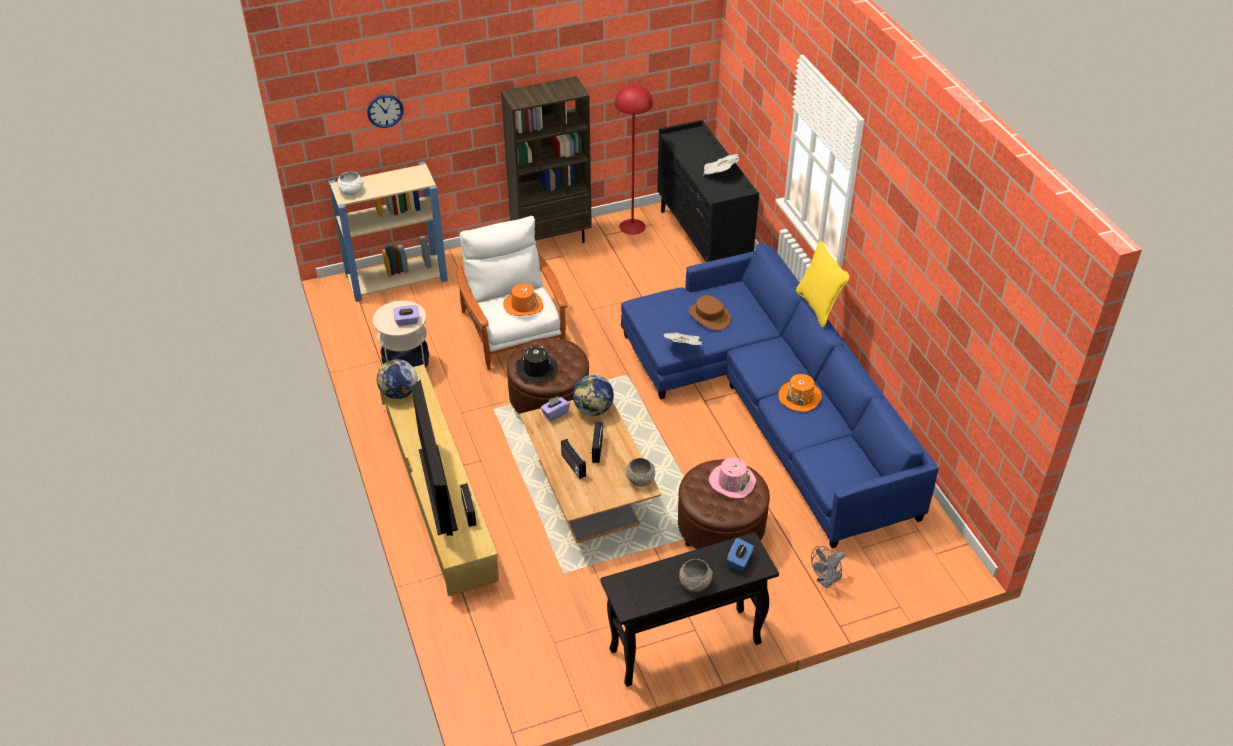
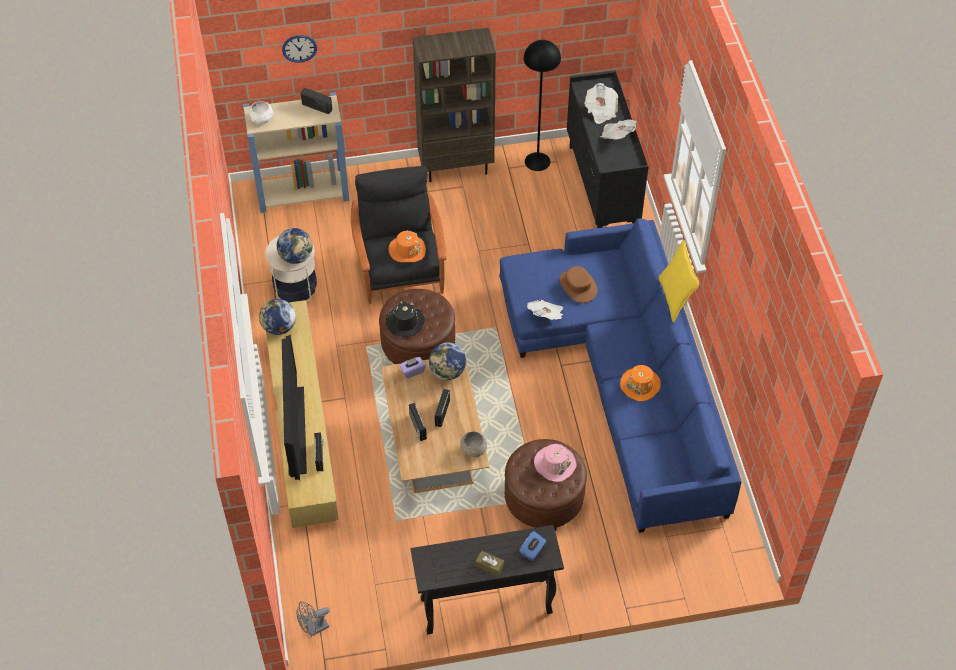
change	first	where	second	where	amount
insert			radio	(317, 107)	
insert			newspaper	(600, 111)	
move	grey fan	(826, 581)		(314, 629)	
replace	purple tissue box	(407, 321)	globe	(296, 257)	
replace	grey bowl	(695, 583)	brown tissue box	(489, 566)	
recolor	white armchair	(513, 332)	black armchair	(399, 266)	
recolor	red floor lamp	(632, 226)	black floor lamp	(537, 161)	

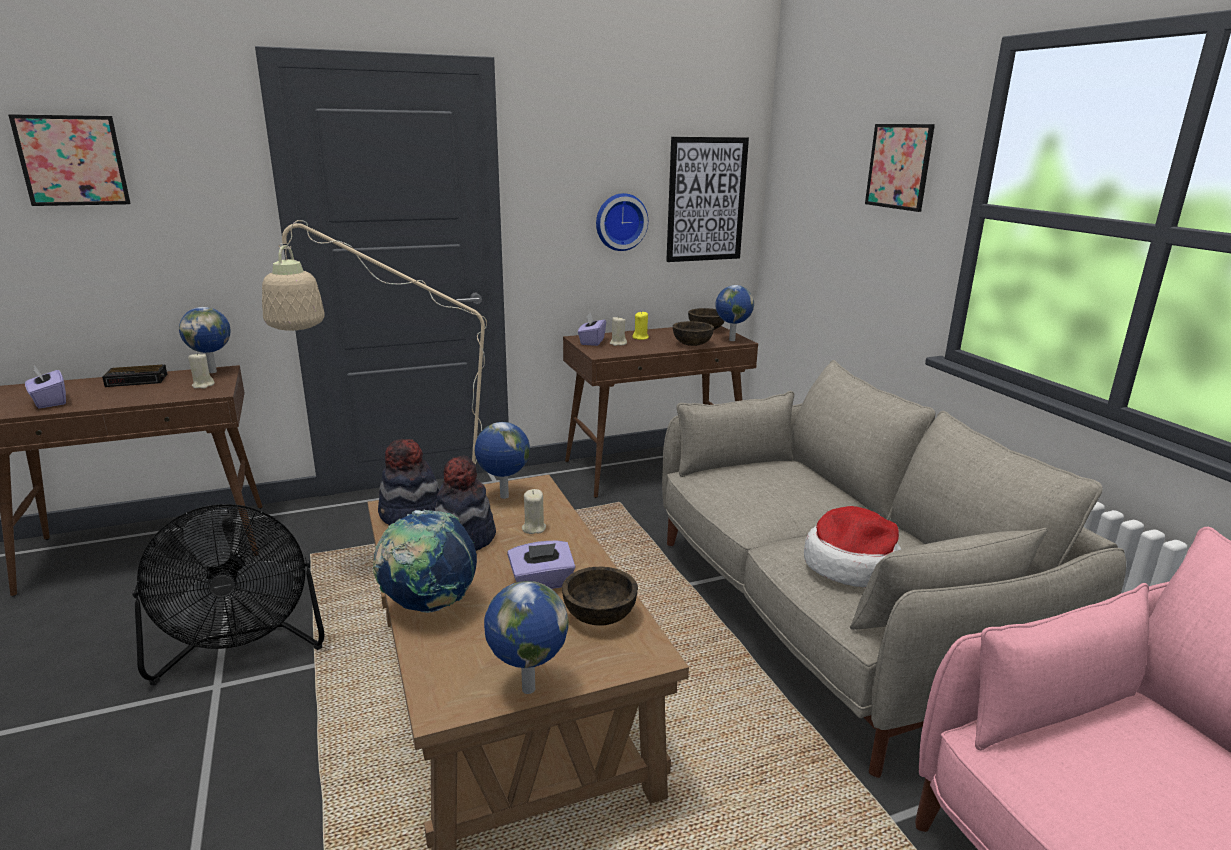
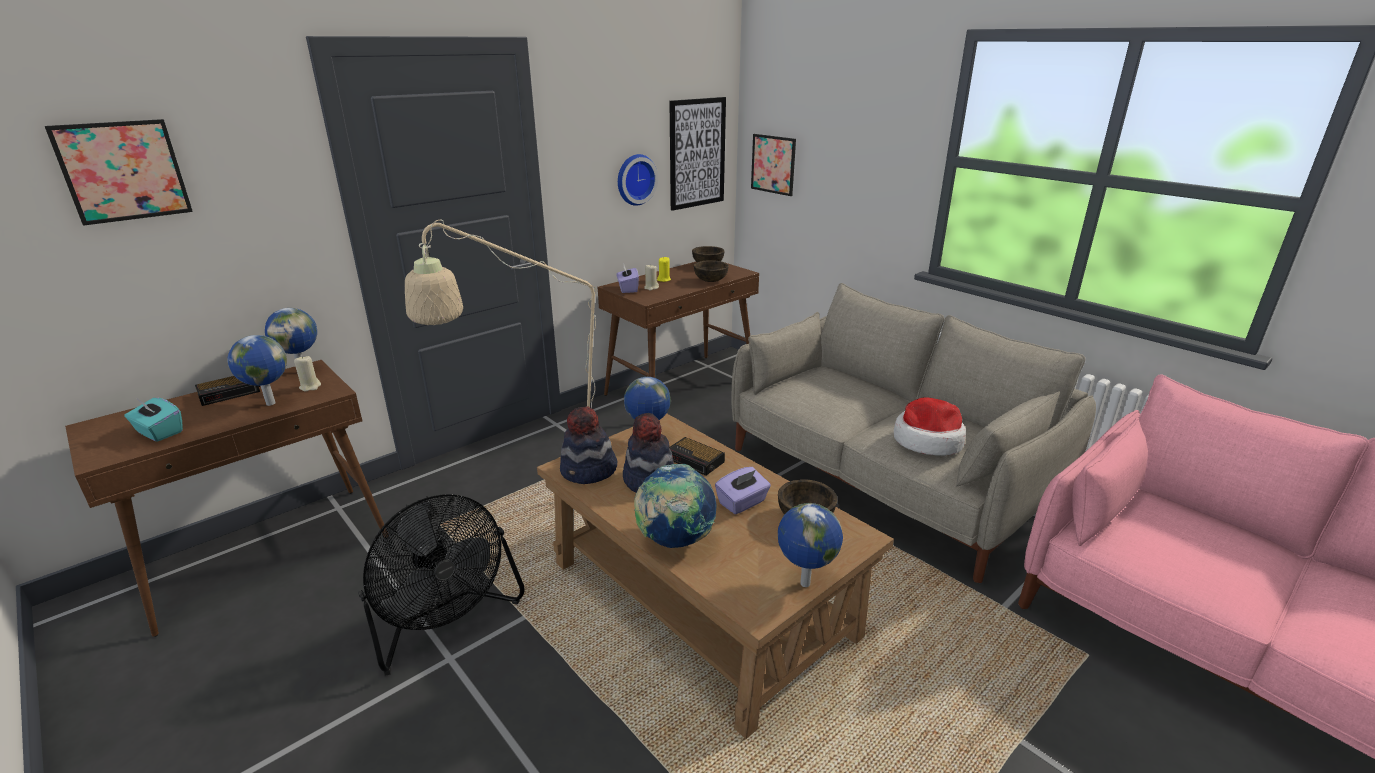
change	first	where	second	where	amount
move	globe	(731, 340)		(269, 403)	
move	picture	(899, 166)		(773, 164)	
replace	beige candle	(533, 528)	alarm clock	(696, 460)	
recolor	purple tissue box	(49, 402)	turquoise tissue box	(159, 432)	

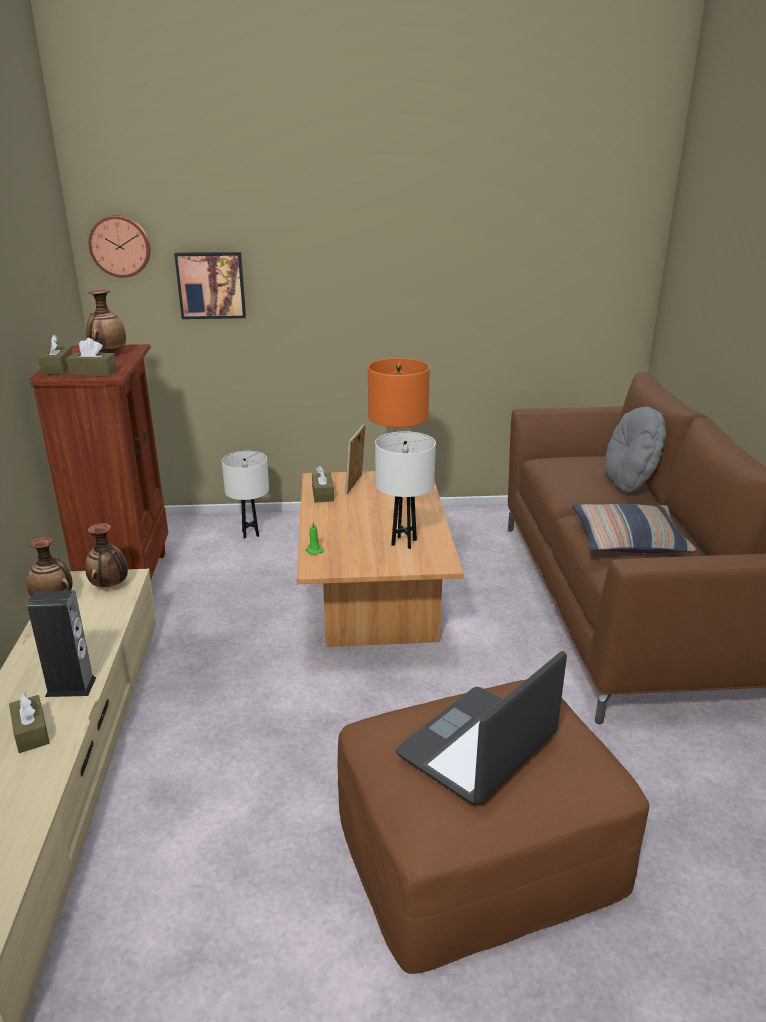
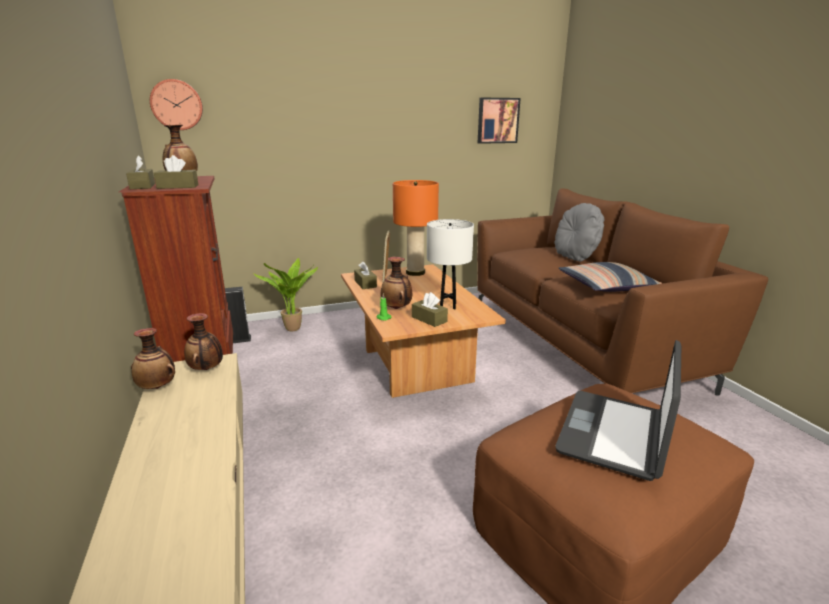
change	first	where	second	where	amount
insert			vase	(397, 308)	
move	brown tissue box	(31, 732)		(429, 319)	
move	speaker	(71, 687)		(239, 339)	
move	picture	(211, 285)		(497, 120)	
replace	white table lamp	(250, 534)	potted plant	(294, 330)	

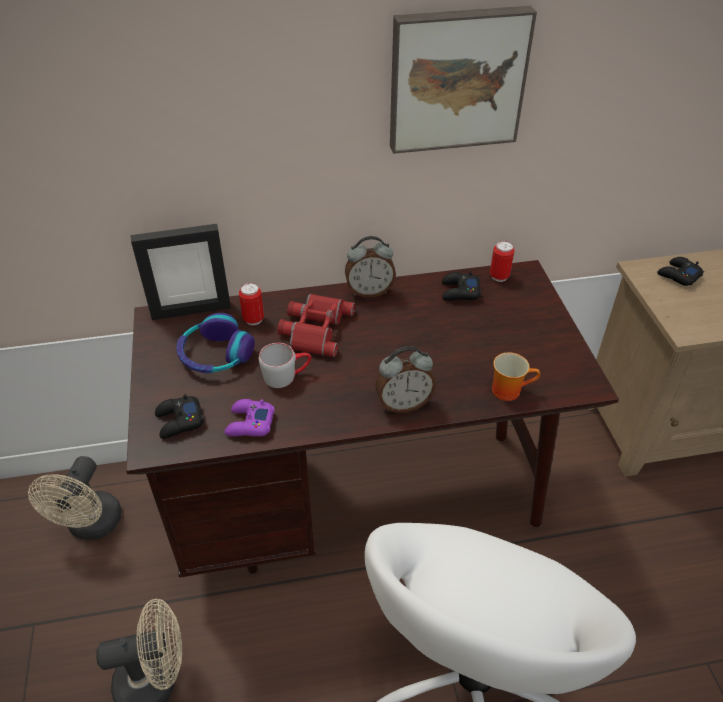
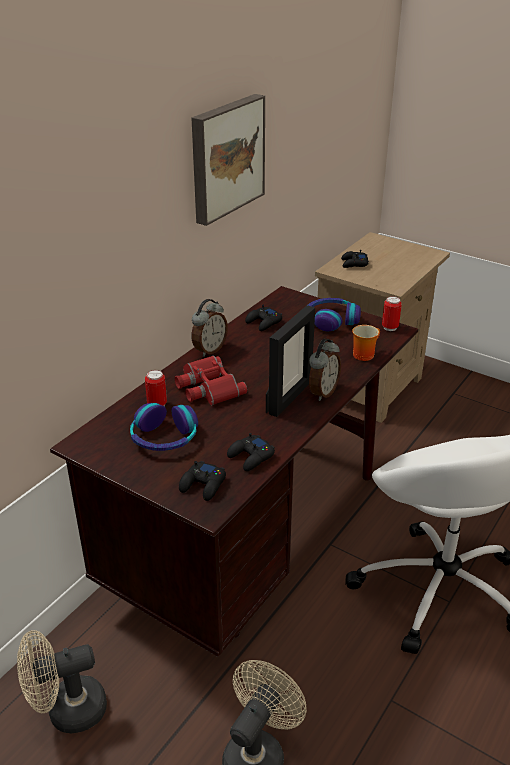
change	first	where	second	where	amount
delete	grey mug	(286, 375)			
insert			headphones	(331, 320)	
move	picture frame	(191, 309)		(289, 397)	
move	can	(499, 276)		(390, 327)	
recolor	purple game controller	(249, 423)	black game controller	(251, 457)	
rotate	beige fan	(91, 526)		(67, 711)	105 degrees clockwise

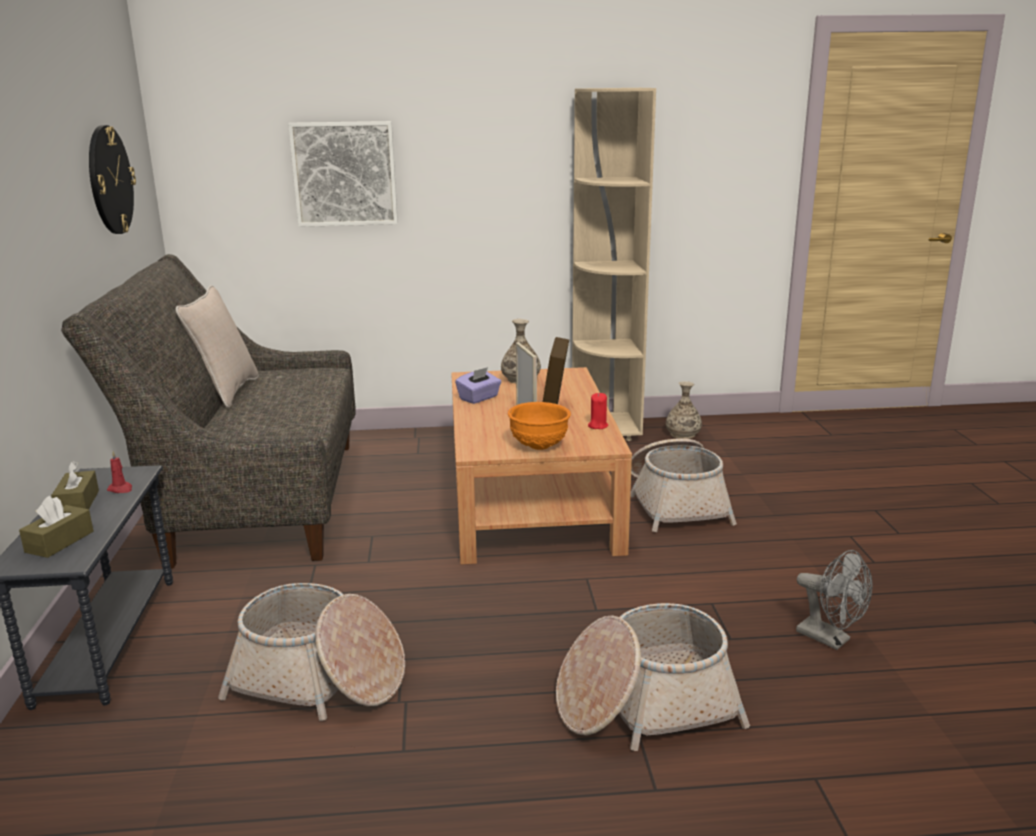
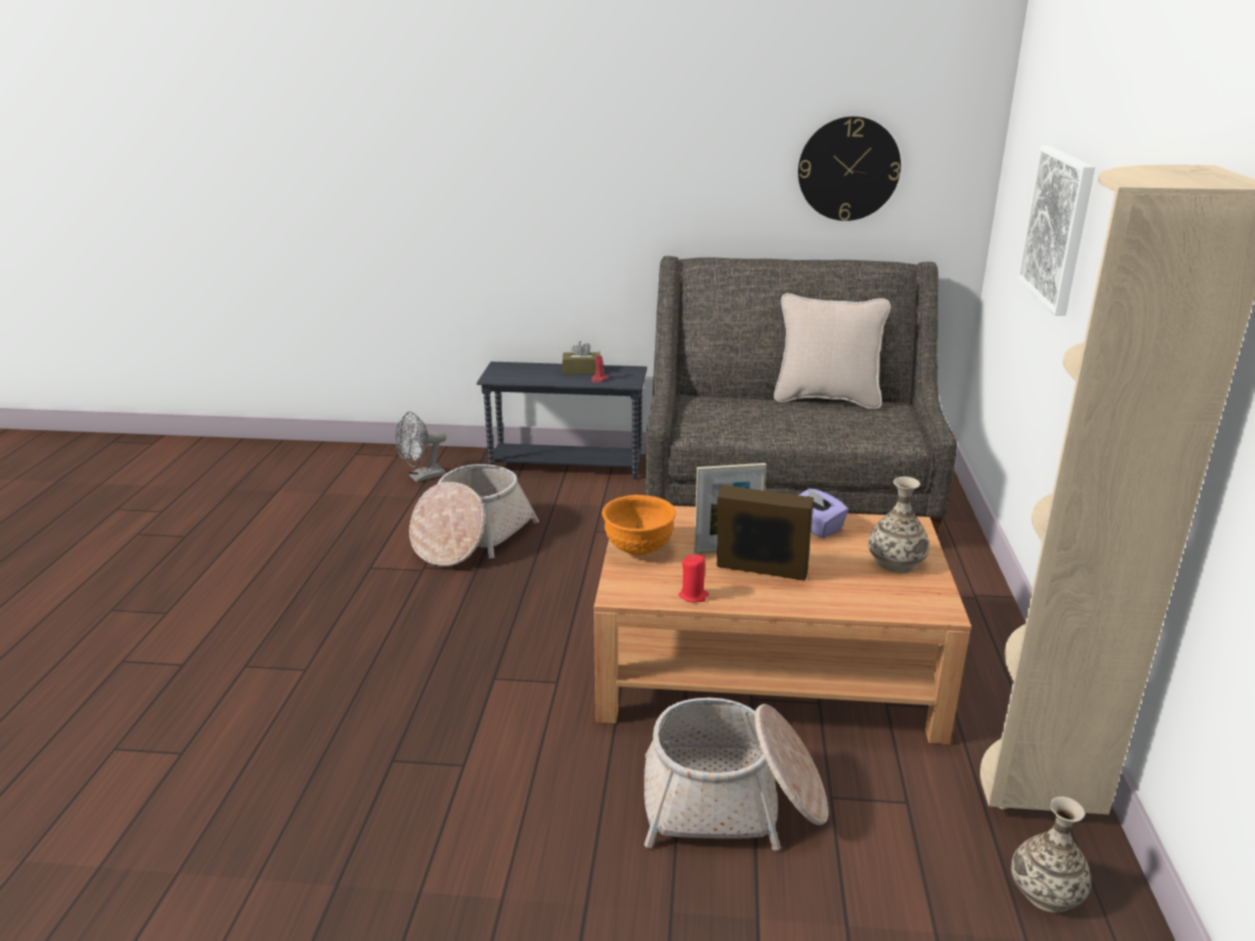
change	first	where	second	where	amount
delete	brown tissue box	(59, 542)			
delete	basket	(645, 704)			
move	grey fan	(830, 639)		(422, 477)	

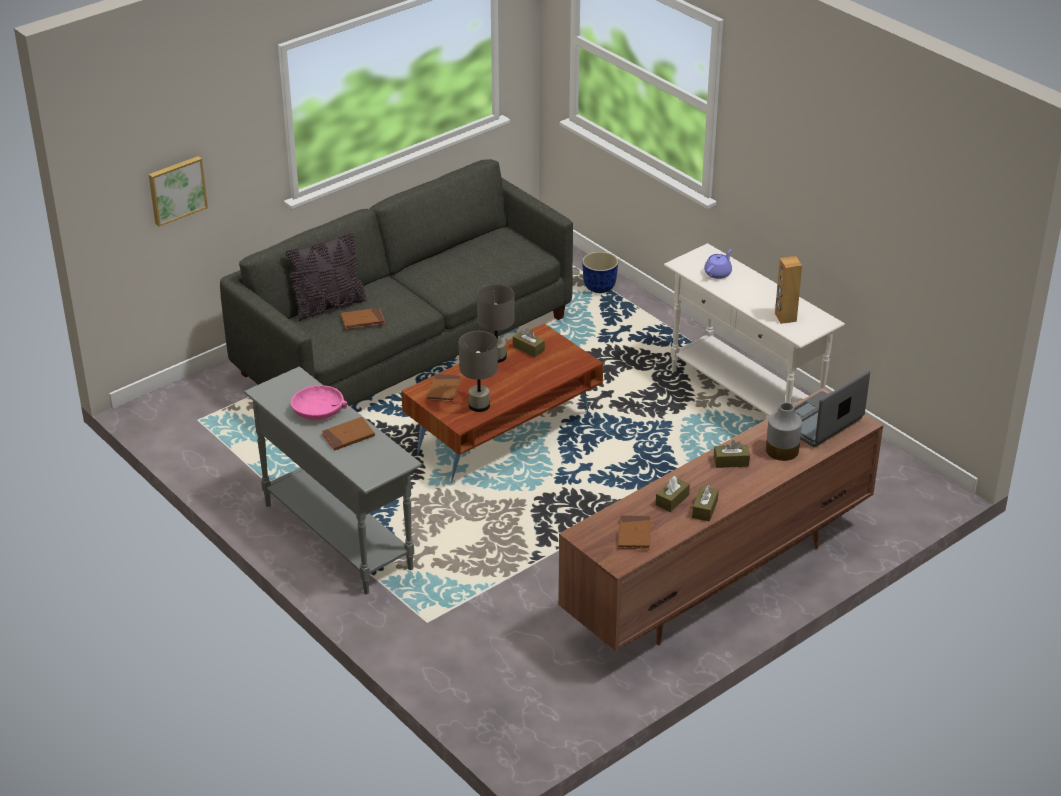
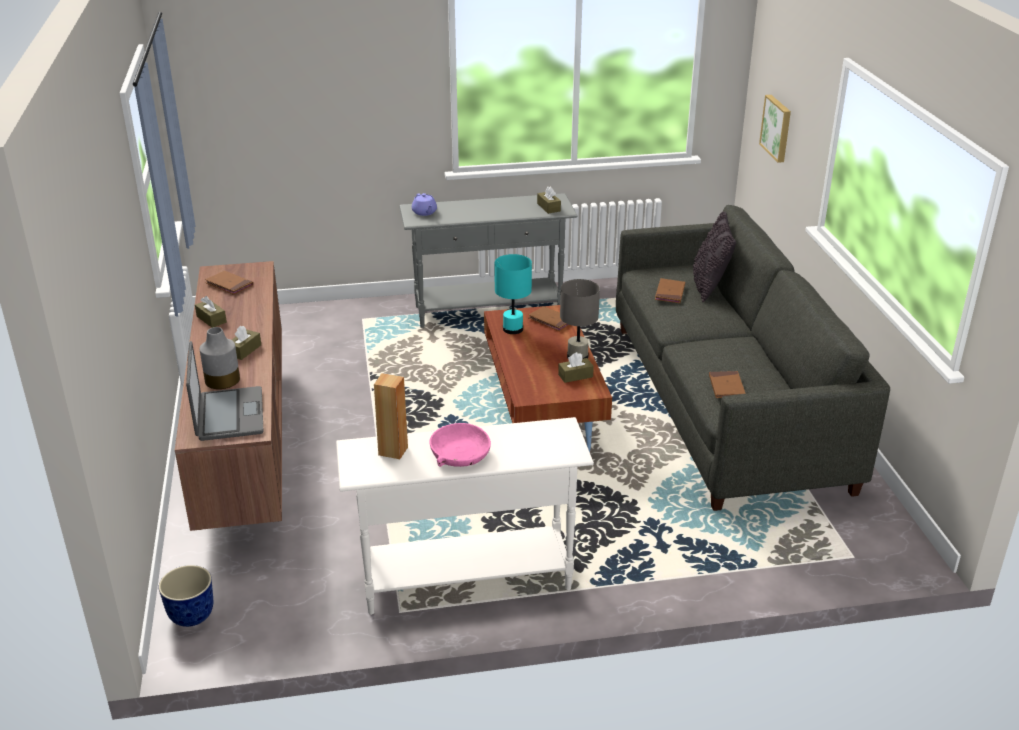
change	first	where	second	where	amount
move	pink bowl	(318, 410)		(460, 454)	
move	brown book	(348, 436)		(726, 387)	
move	planter	(599, 287)		(192, 616)	
move	brown tissue box	(672, 500)		(548, 207)	
move	purple teapot	(718, 273)		(424, 212)	
recolor	grey table lamp	(478, 405)	turquoise table lamp	(513, 329)	

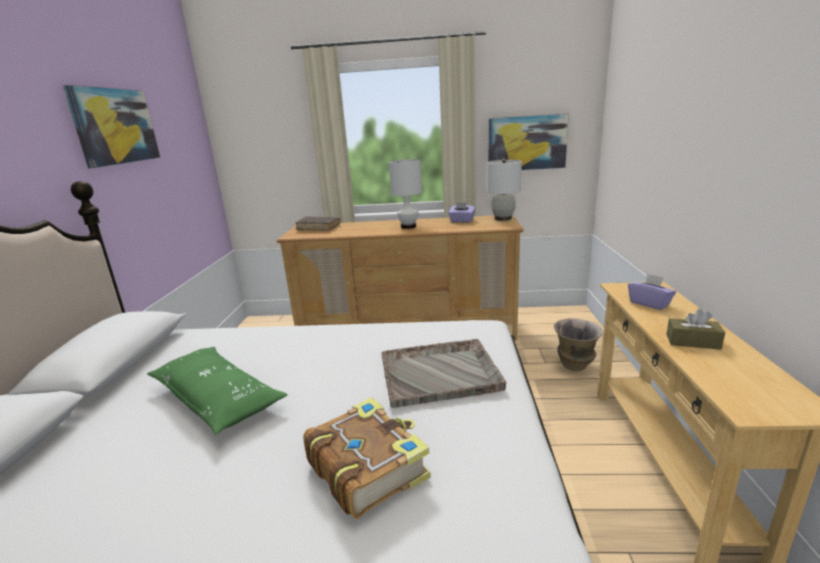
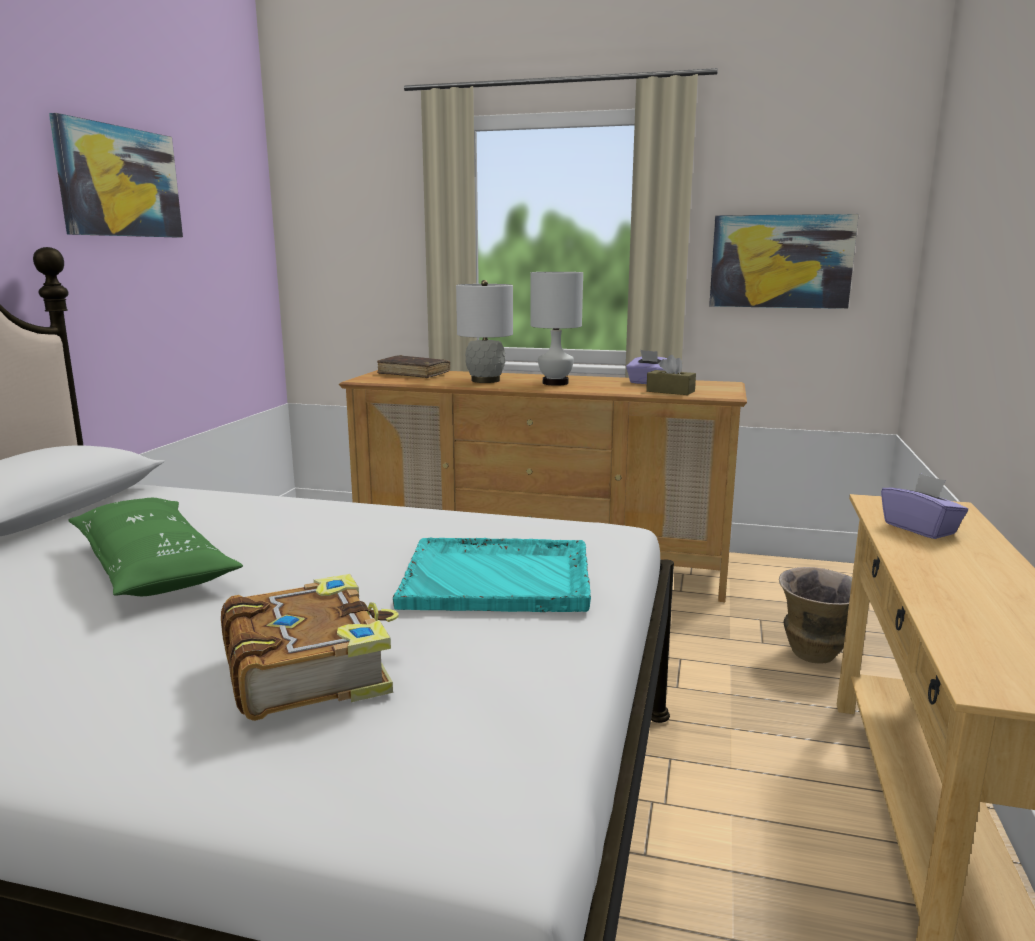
change	first	where	second	where	amount
move	white table lamp	(503, 218)		(485, 380)	
move	brown tissue box	(692, 342)		(670, 391)	
recolor	grey tray	(440, 373)	turquoise tray	(499, 578)	

